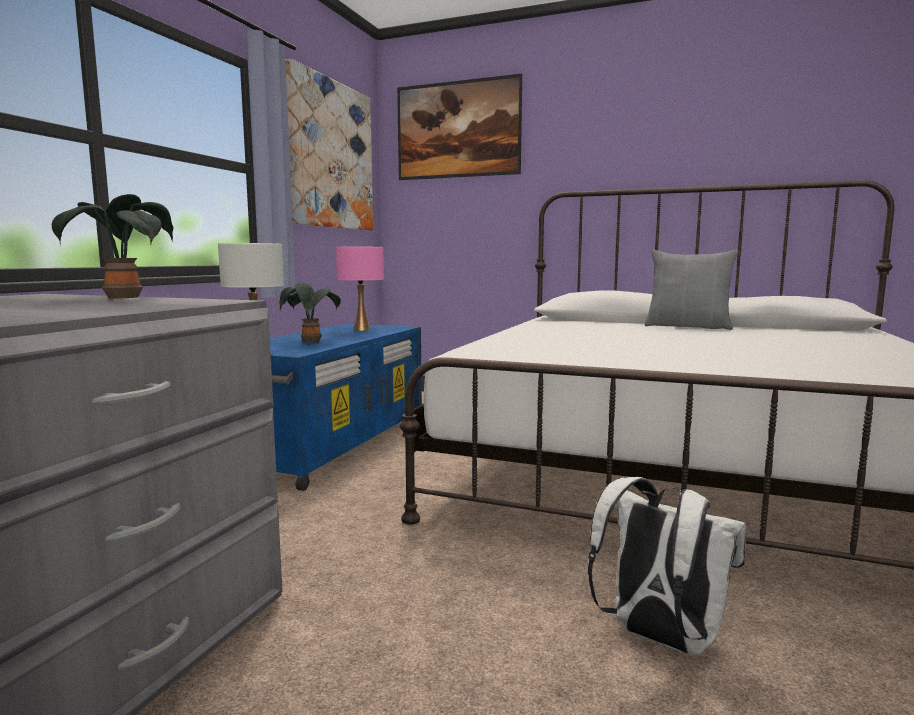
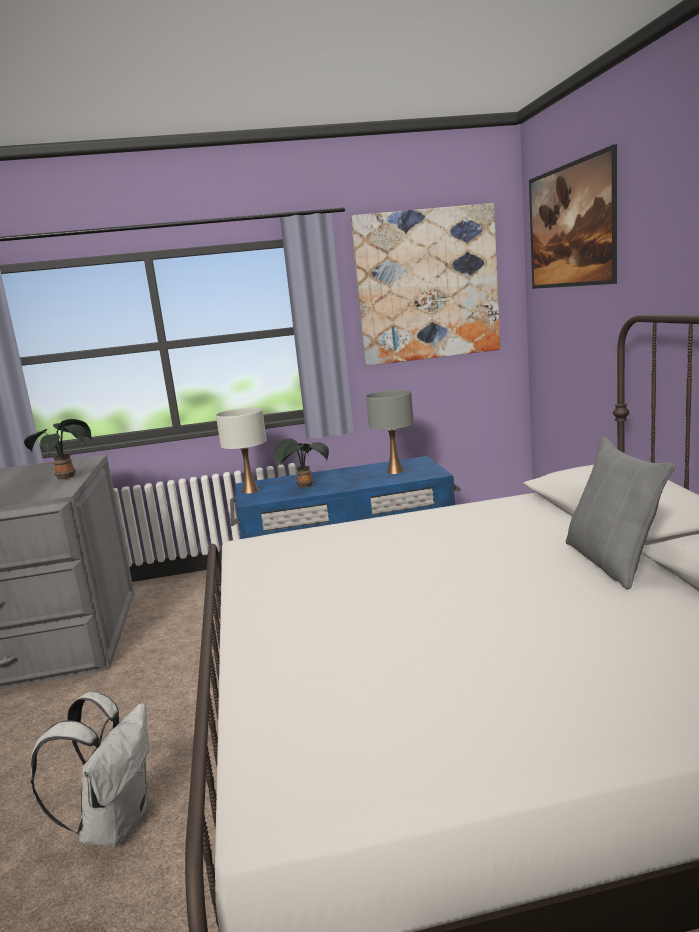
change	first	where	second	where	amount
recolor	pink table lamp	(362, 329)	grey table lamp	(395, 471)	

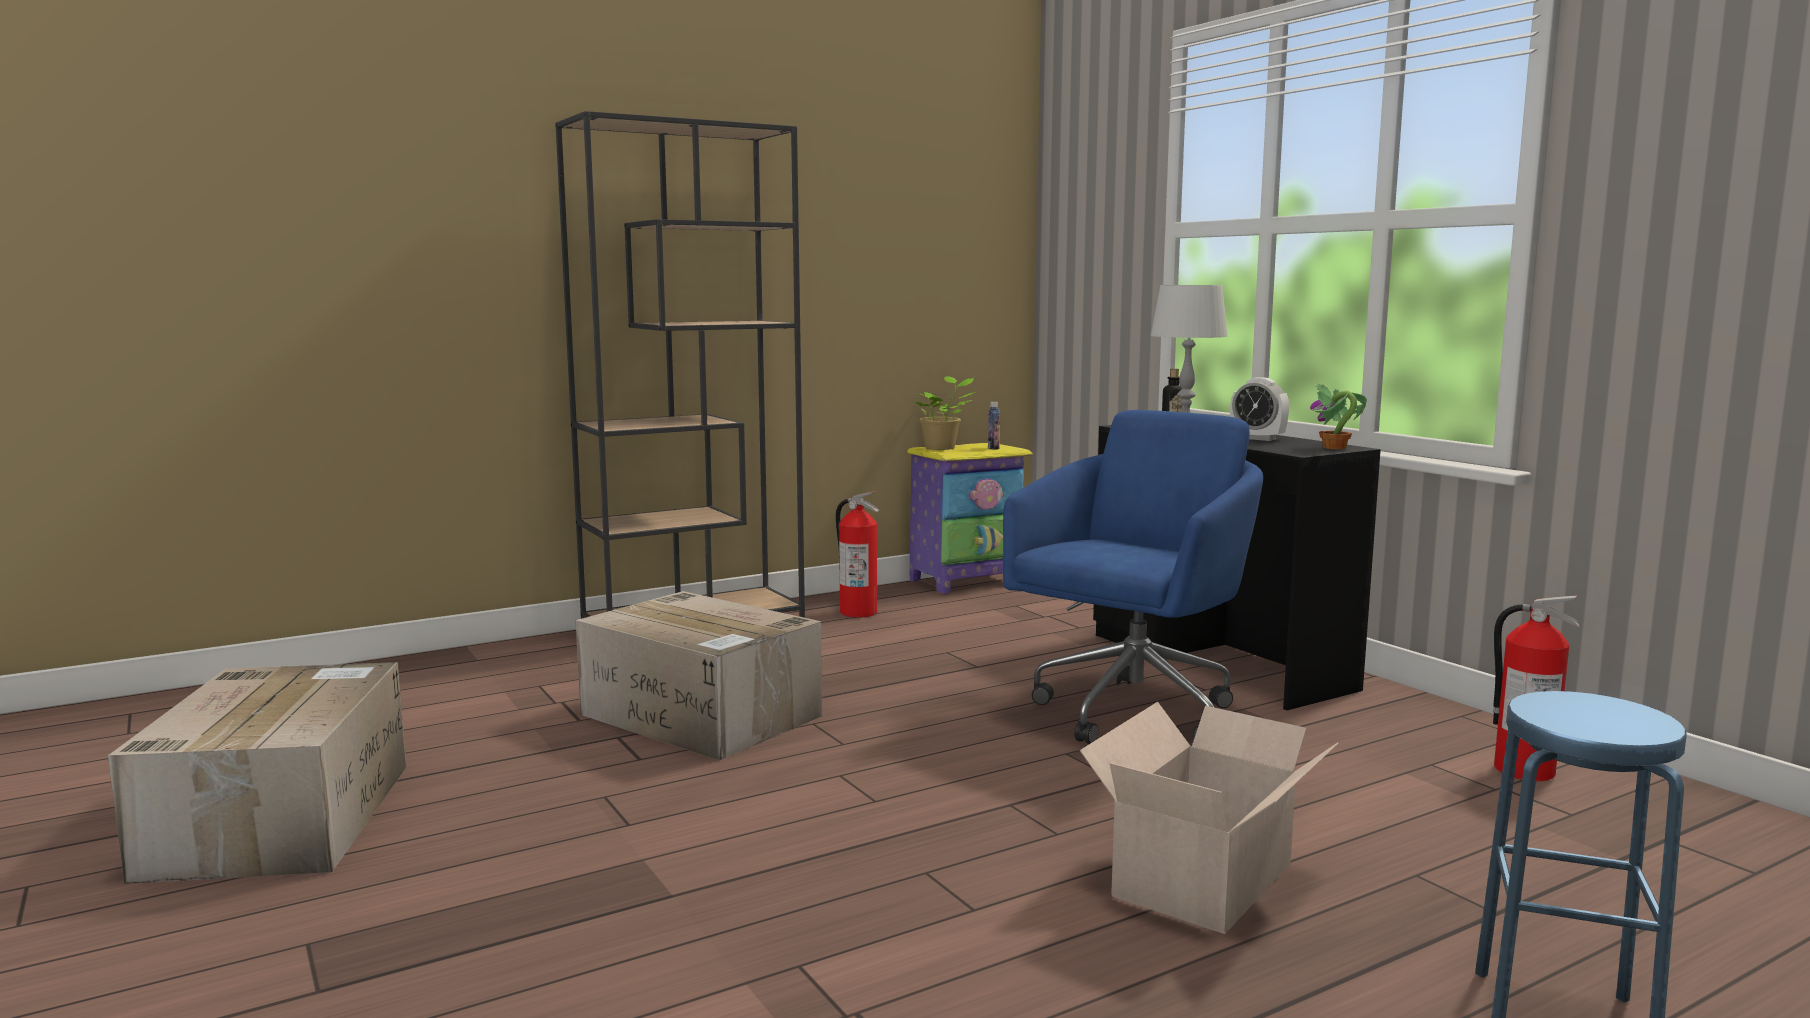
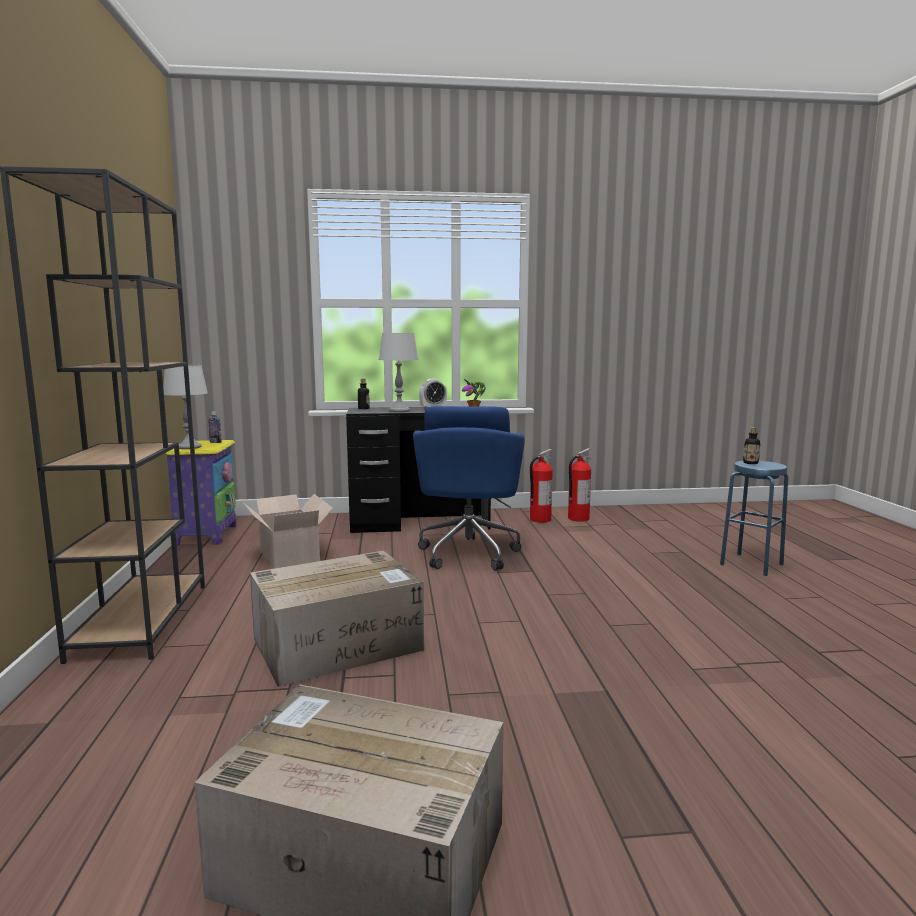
change	first	where	second	where	amount
insert			bottle	(750, 463)	
move	fire extinguisher	(858, 612)		(539, 519)	
move	cardboard box	(1207, 878)		(289, 555)	
replace	potted plant	(942, 448)	grey table lamp	(189, 447)	
rotate	blue office chair	(1129, 717)		(468, 552)	150 degrees counterclockwise

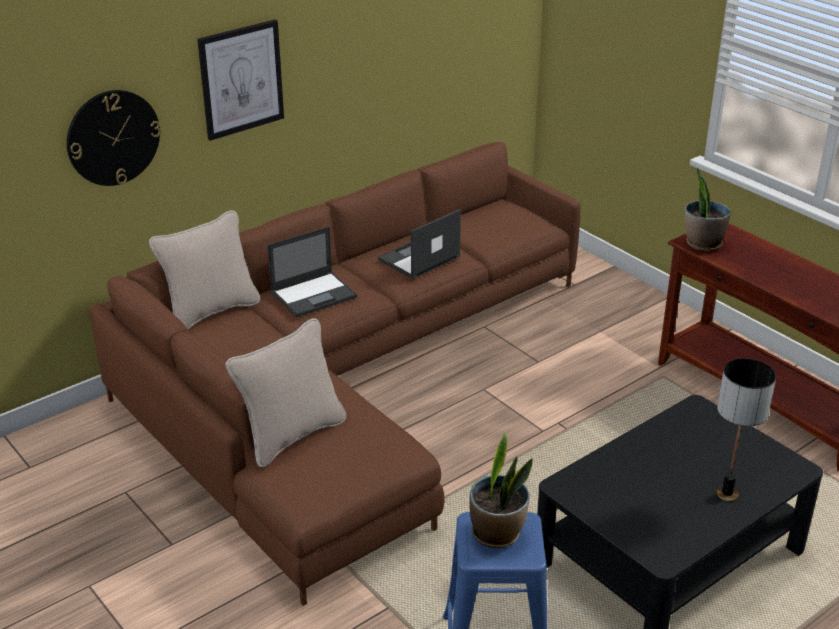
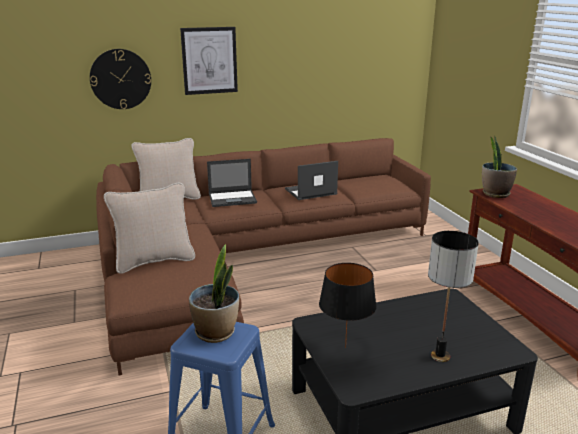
change	first	where	second	where	amount
insert			black table lamp	(345, 348)	

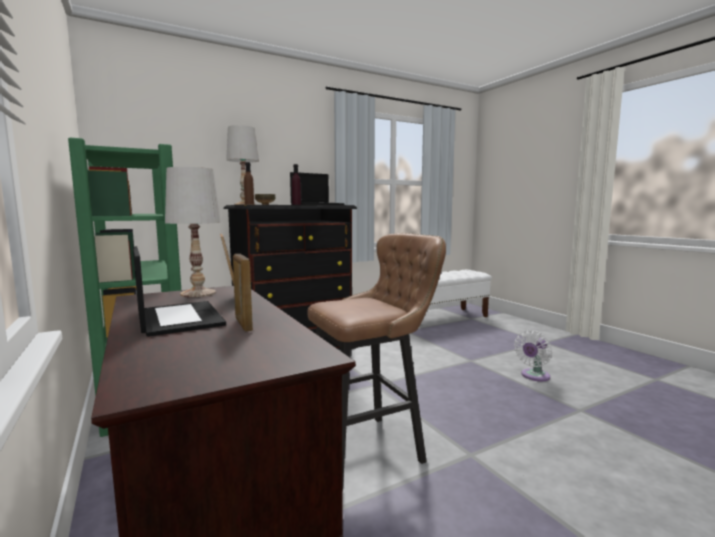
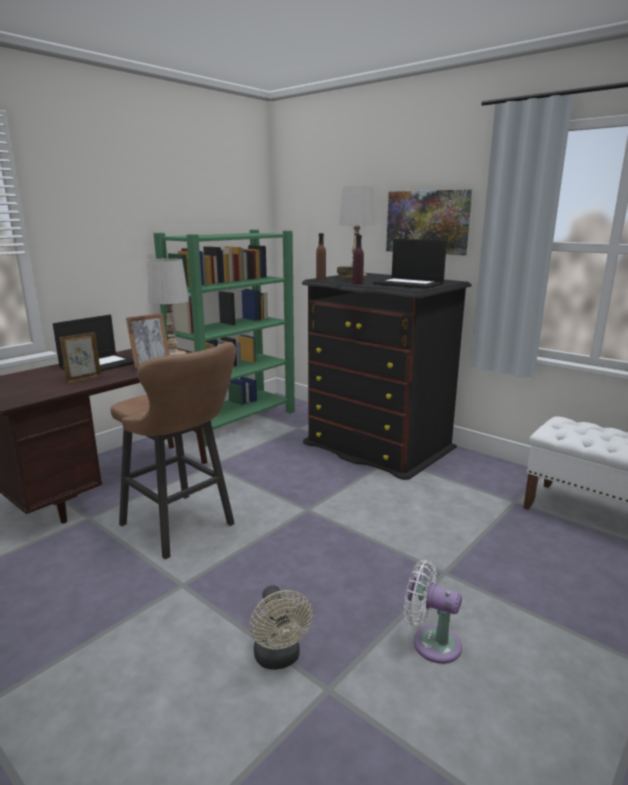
change	first	where	second	where	amount
insert			beige fan	(279, 658)	
insert			picture	(427, 222)	

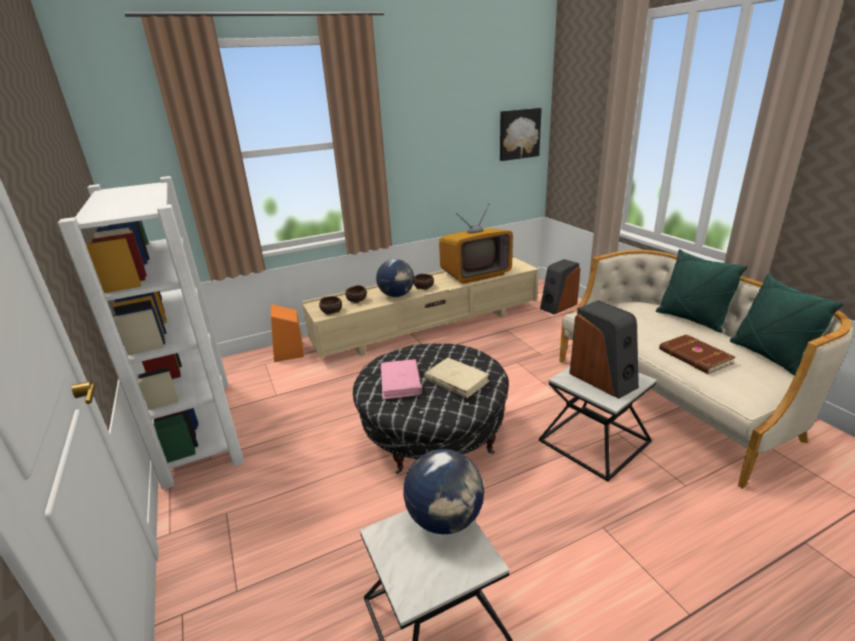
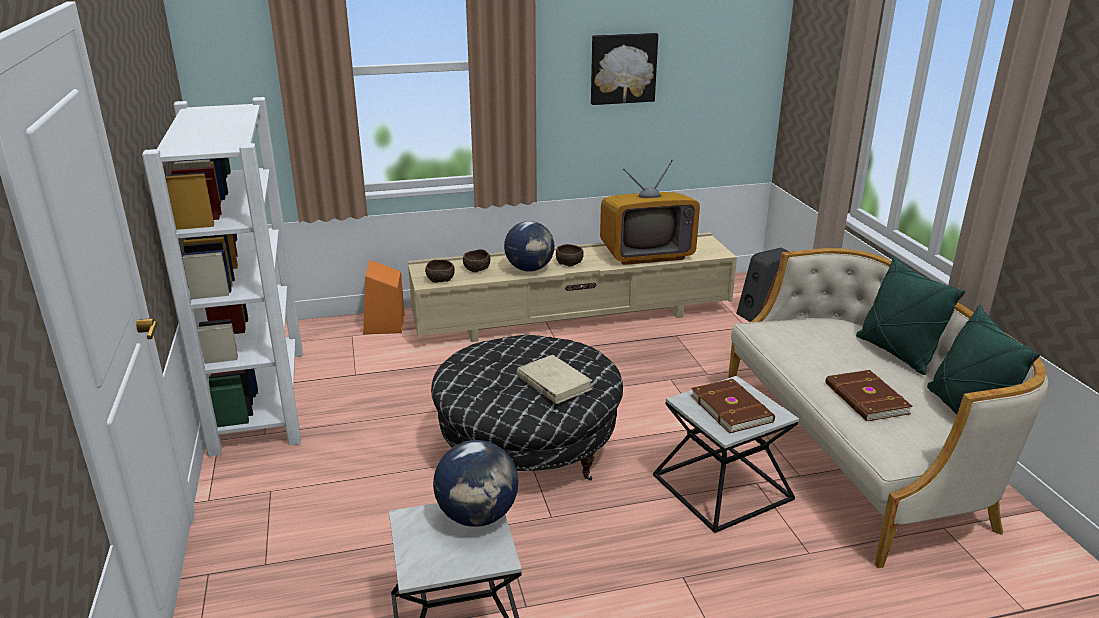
change	first	where	second	where	amount
delete	pink book	(400, 382)			
move	picture	(519, 134)		(622, 68)	
replace	speaker	(603, 379)	brown book	(732, 408)	

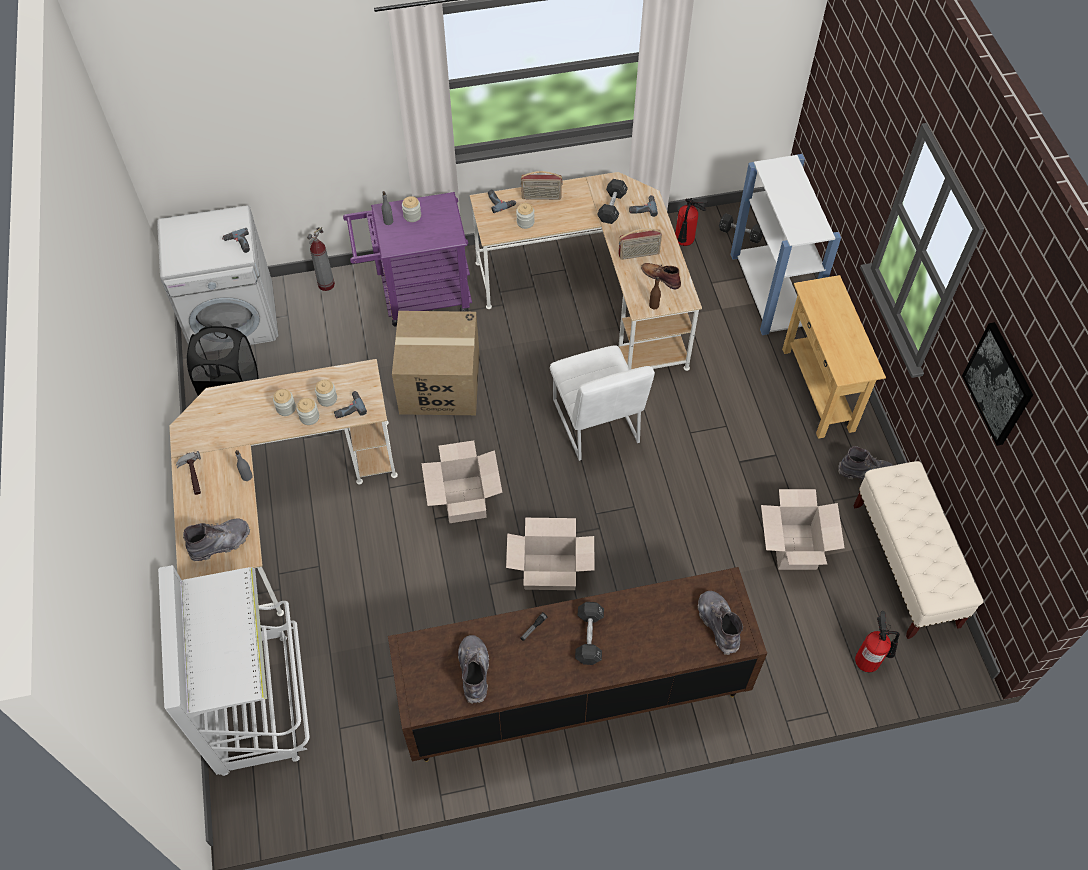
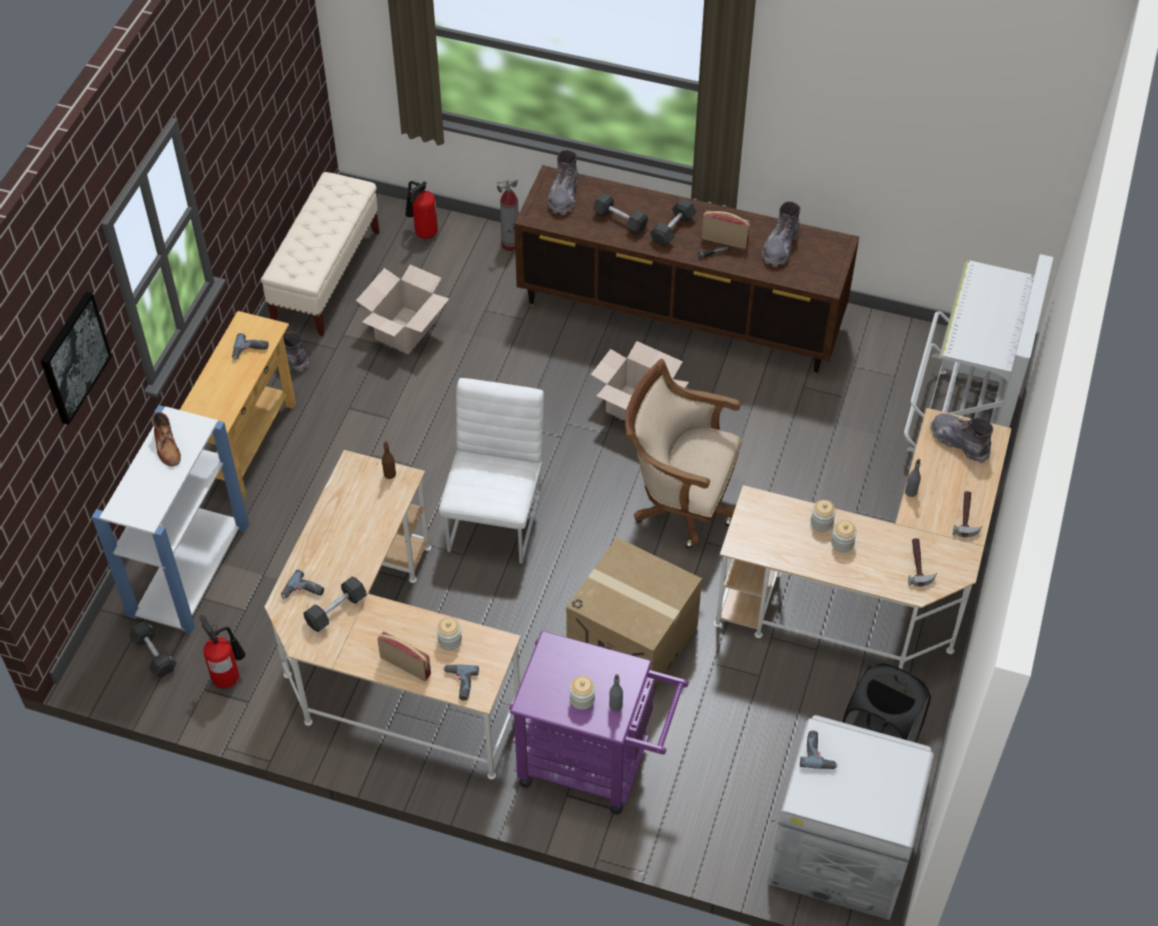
change	first	where	second	where	amount
delete	jar	(327, 399)			
insert			black dumbbell	(620, 221)	
insert			hammer	(920, 565)	
move	fire extinguisher	(326, 284)		(511, 244)	
move	power drill	(348, 408)		(250, 351)	
move	radio	(639, 254)		(725, 240)	
move	brown boot	(660, 276)		(167, 447)	
move	picture	(998, 384)		(74, 357)	
replace	cardboard box	(465, 499)	office chair	(678, 506)	
rotate	grey boot	(221, 543)		(959, 442)	45 degrees clockwise

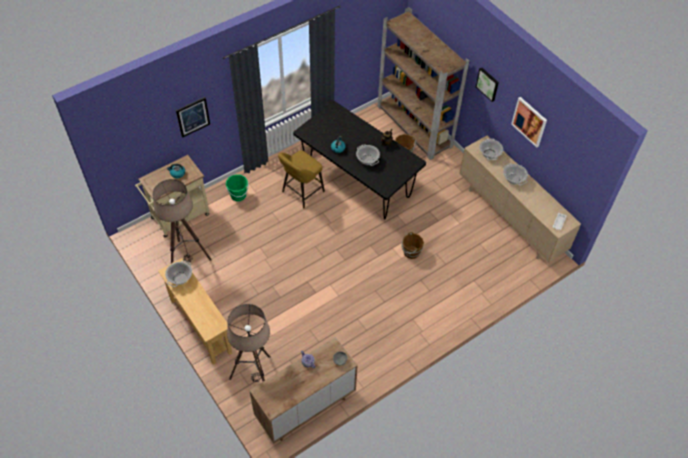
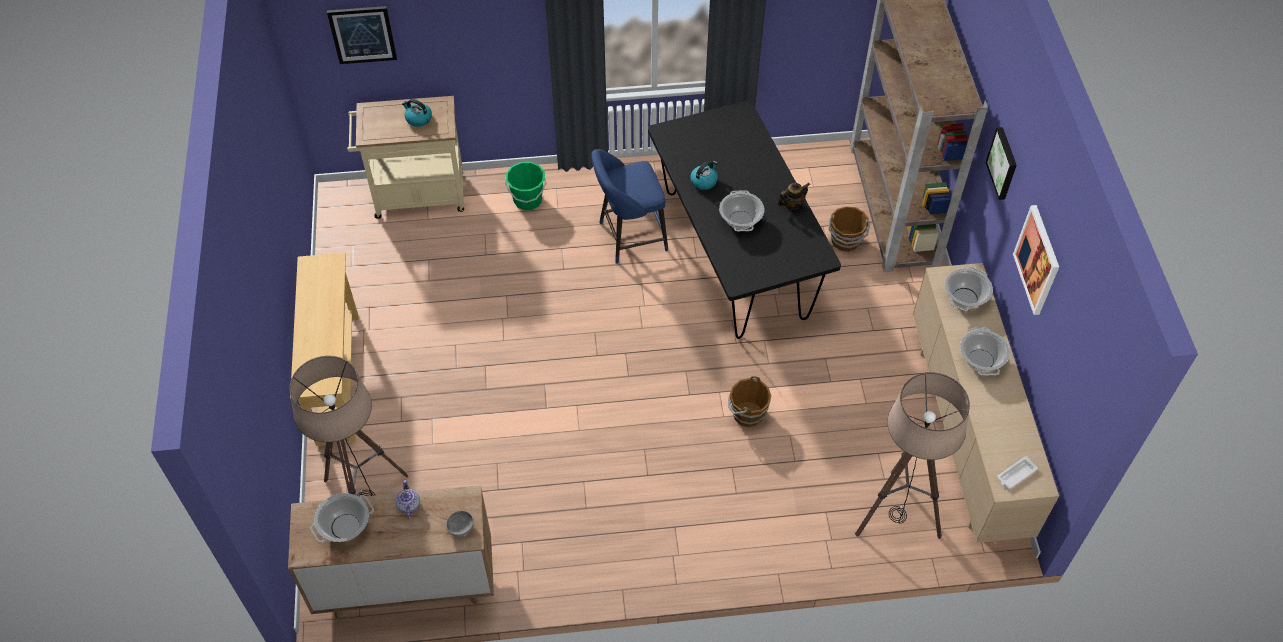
change	first	where	second	where	amount
move	floor lamp	(187, 258)		(896, 514)	
move	cooking pot	(180, 278)		(345, 527)	
move	picture	(193, 116)		(362, 34)	
recolor	yellow stool	(301, 193)	blue stool	(629, 238)	

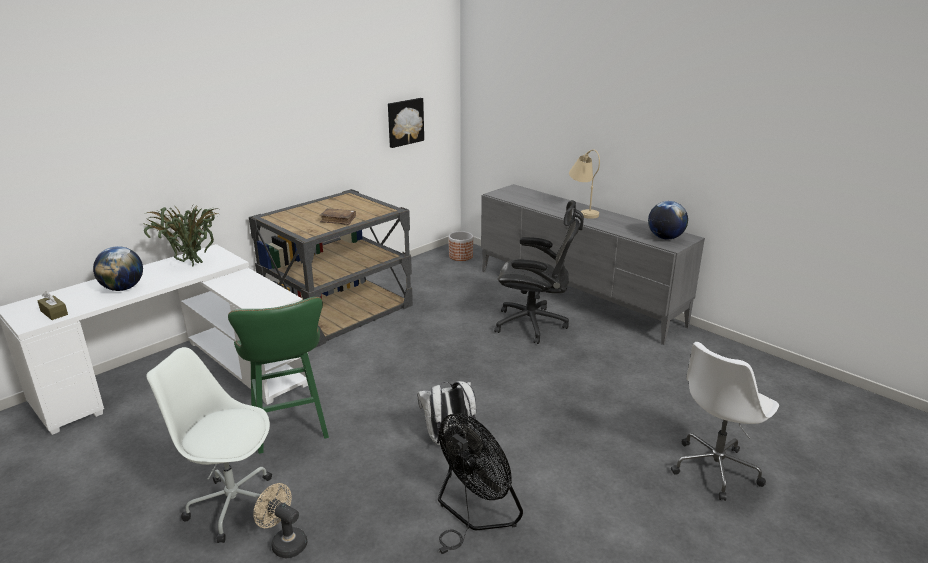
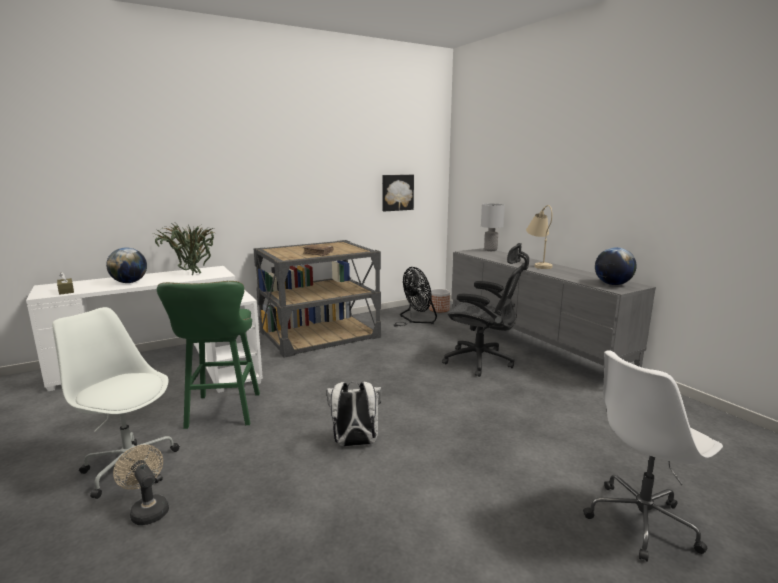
change	first	where	second	where	amount
insert			grey table lamp	(490, 250)	
move	black fan	(468, 511)		(412, 319)	

